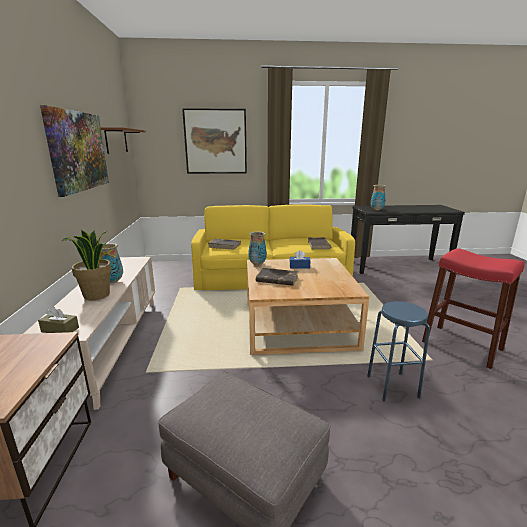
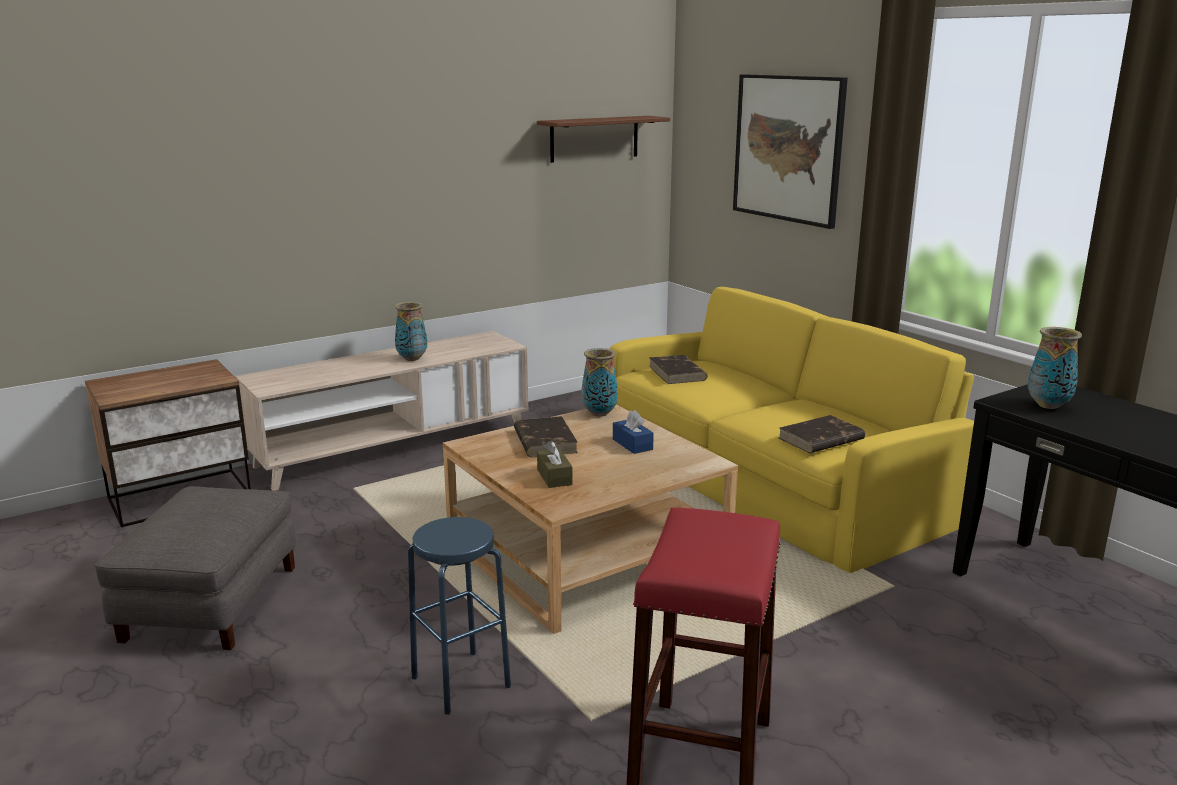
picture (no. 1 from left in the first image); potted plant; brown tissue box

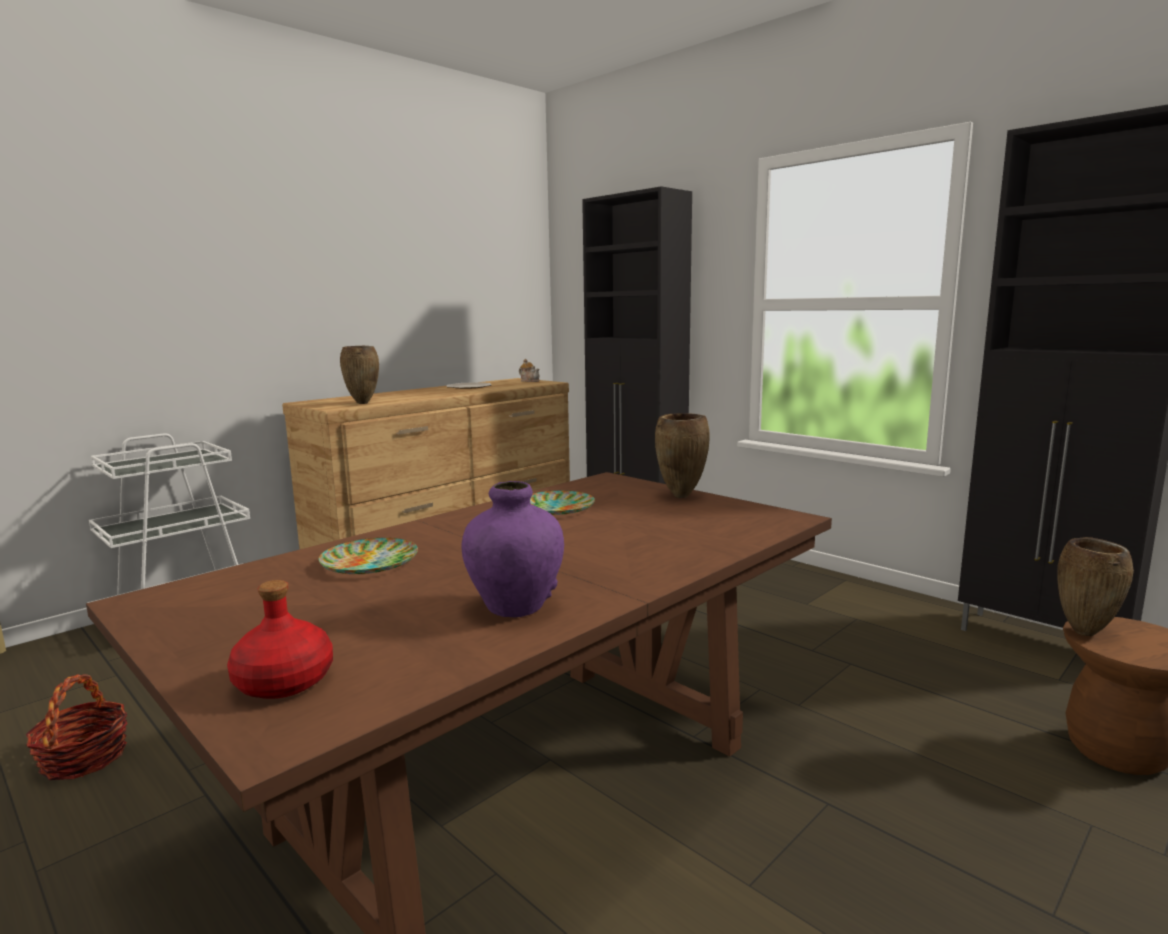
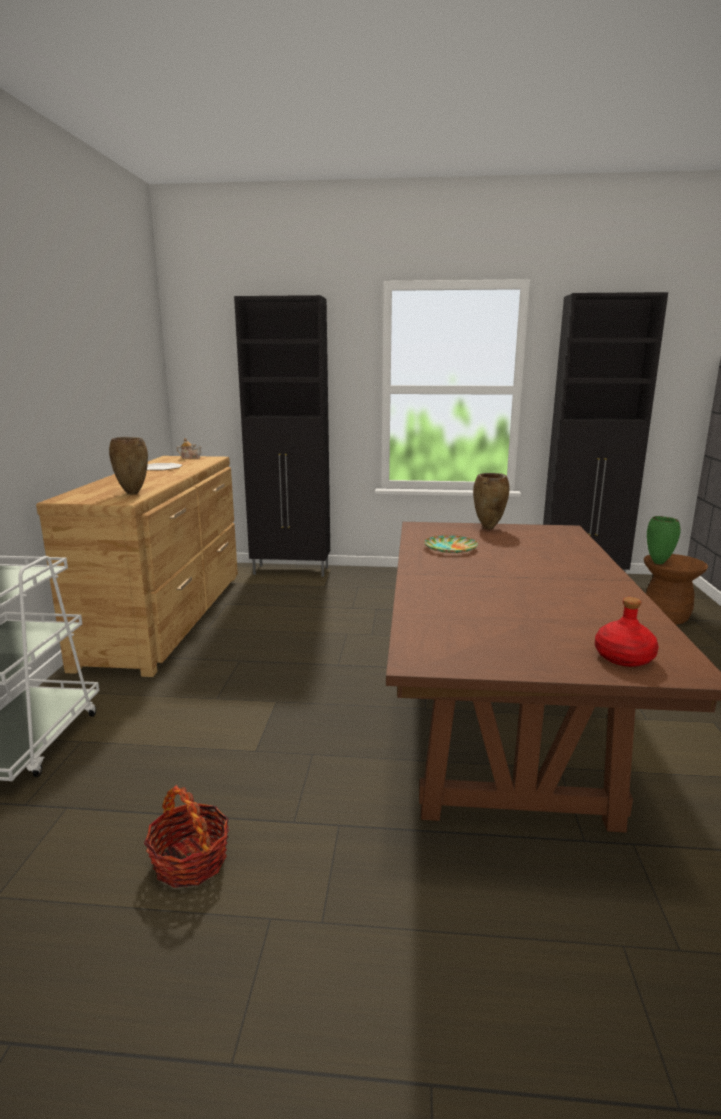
plate (no. 1 from left in the first image); purple vase; green vase

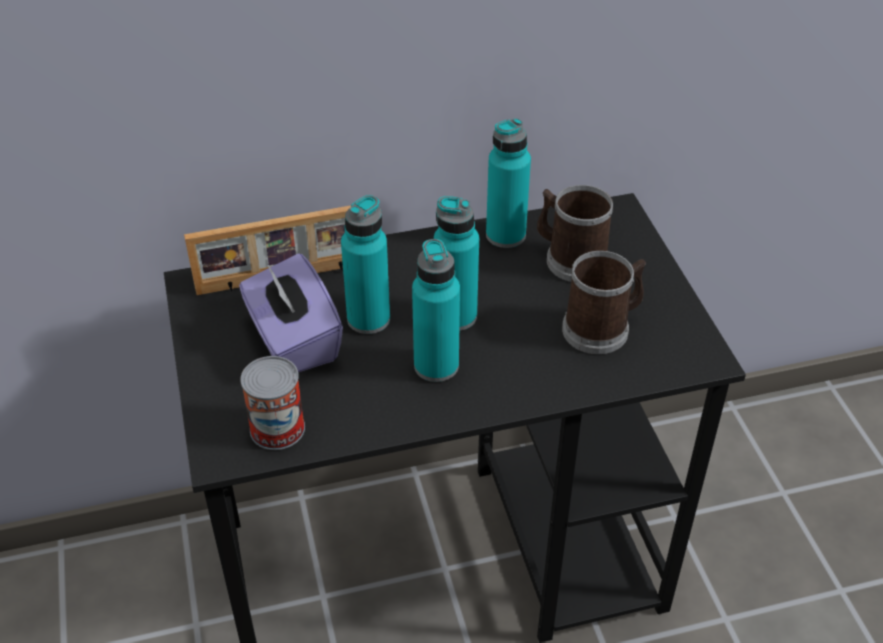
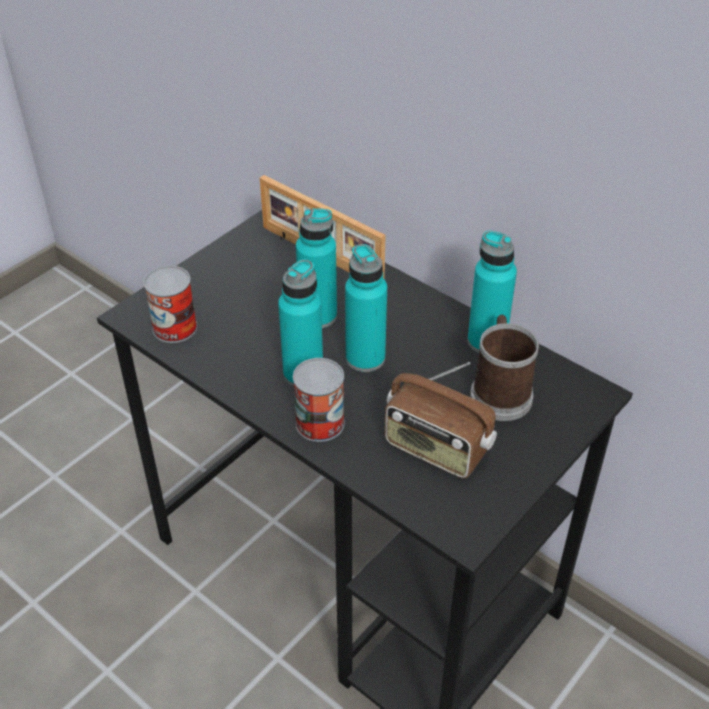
purple tissue box; can (no. 2 from left); radio

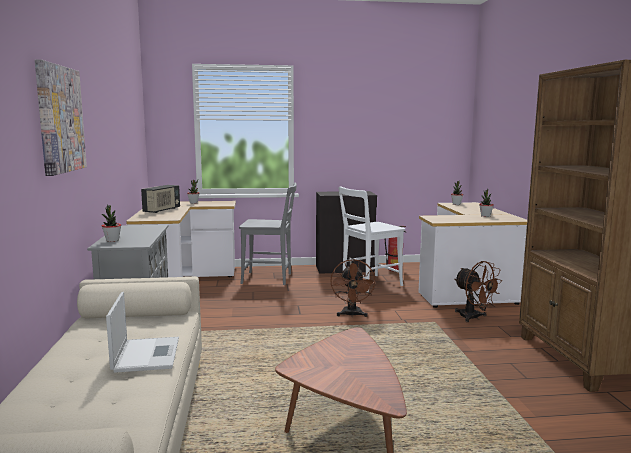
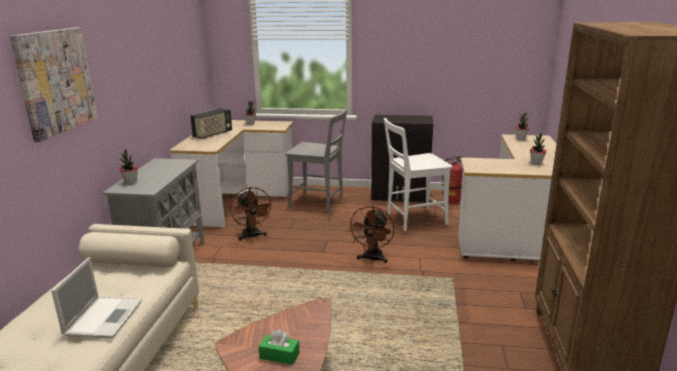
green tissue box; brown fan (no. 1 from left)

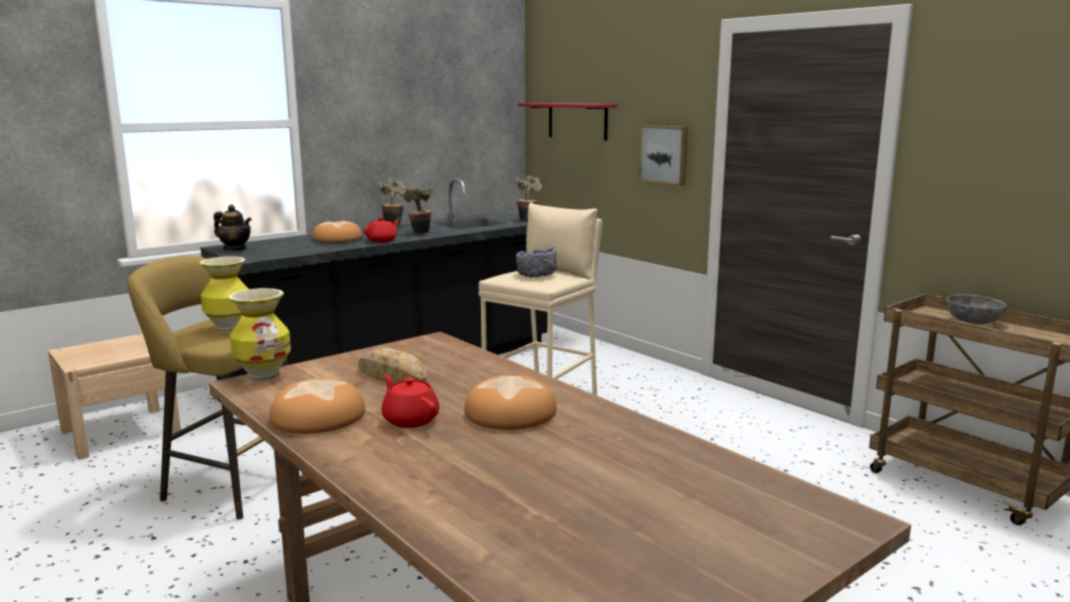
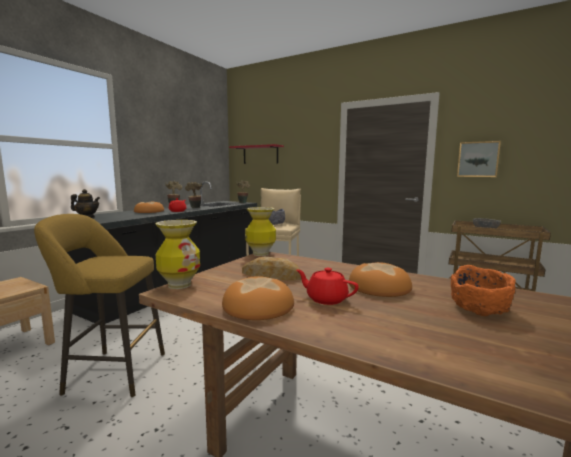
orange bowl; vase (no. 2 from left); picture

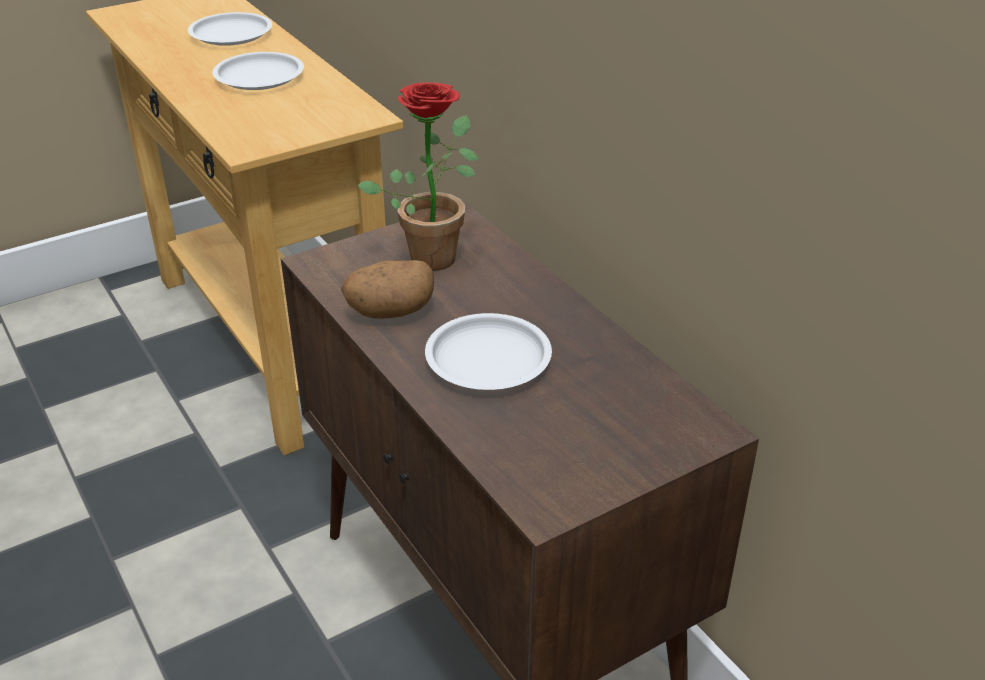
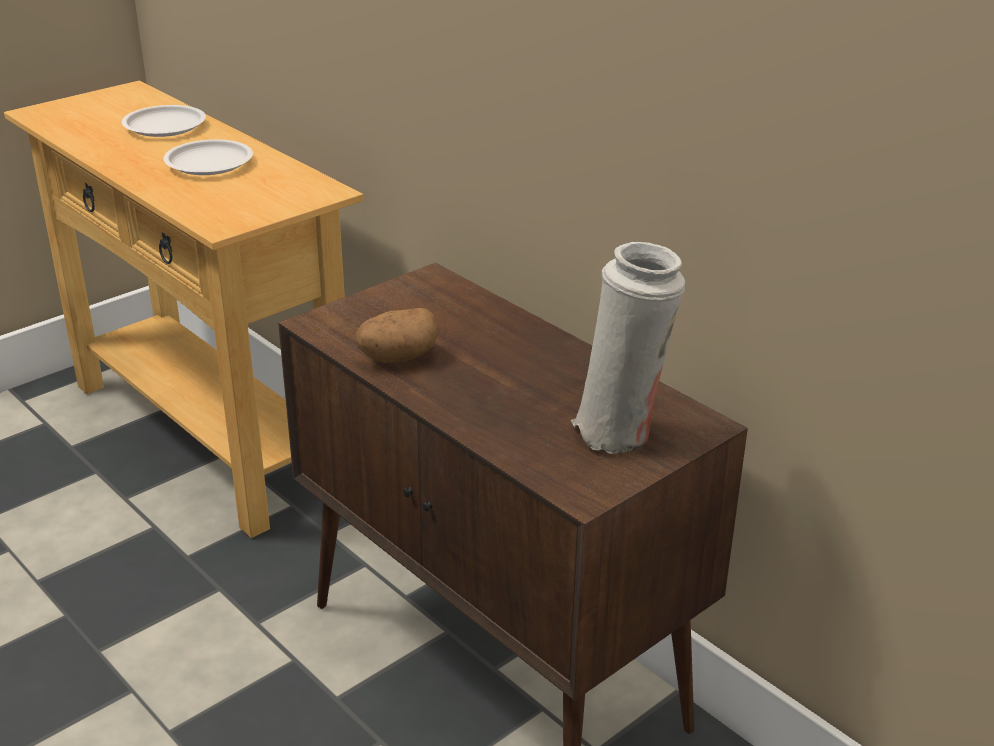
potted plant; white plate (no. 3 from left in the first image); white vase

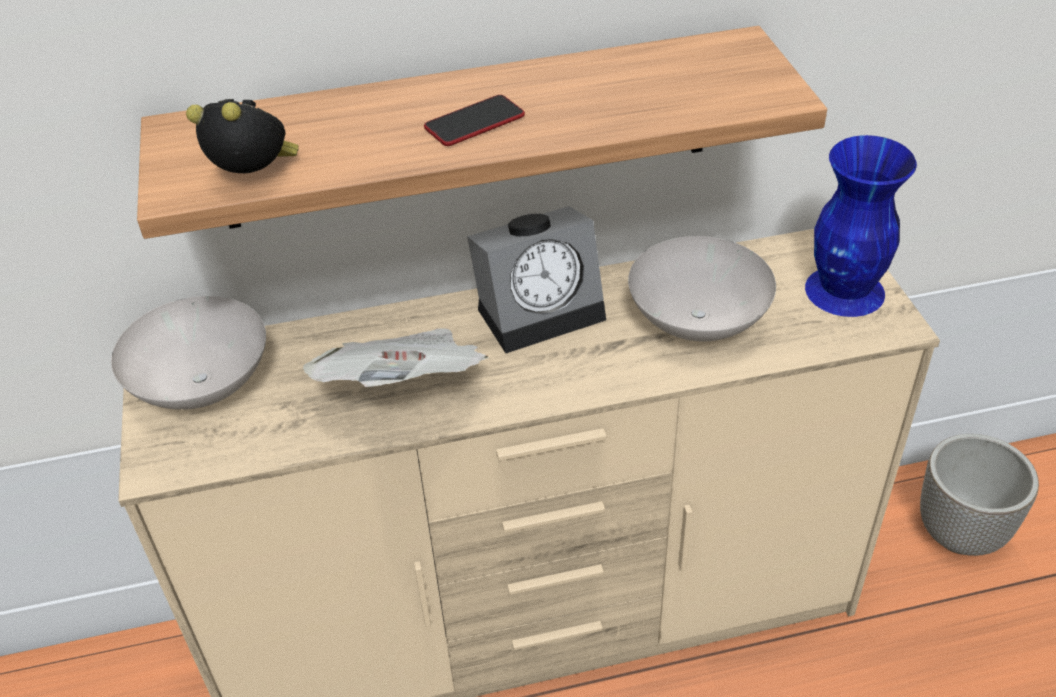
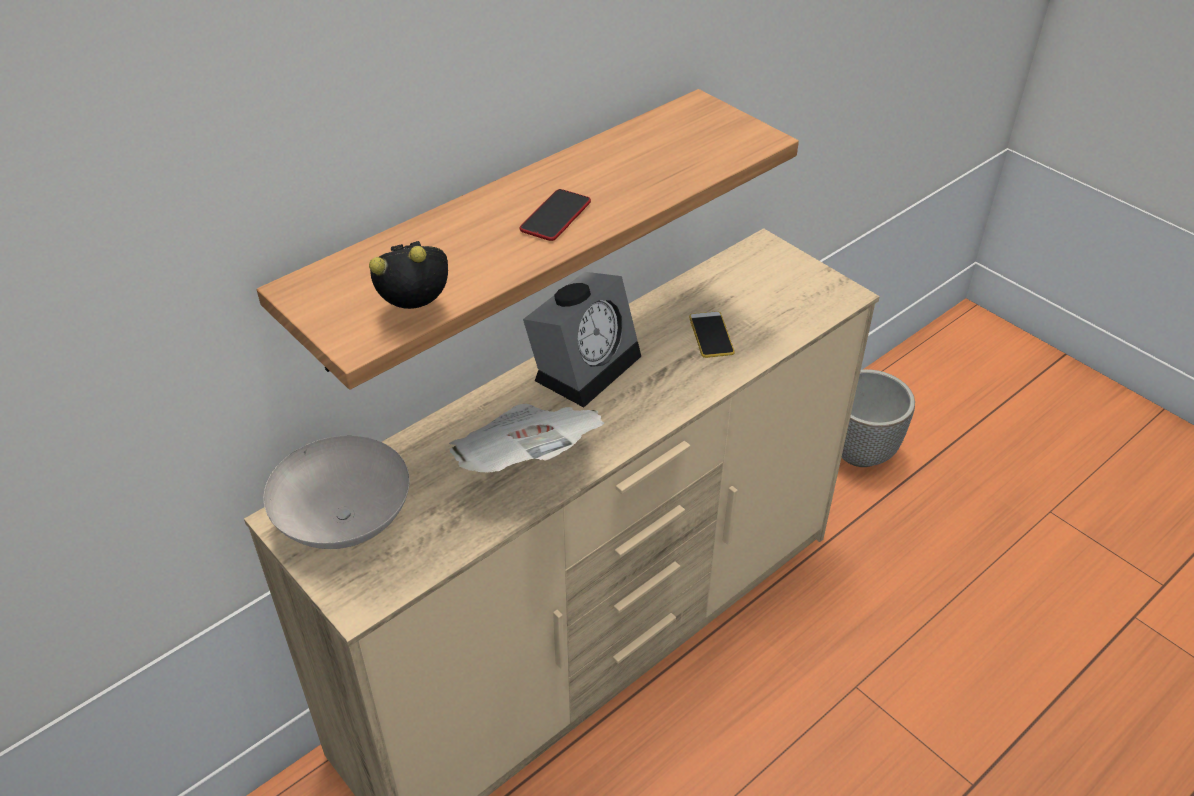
blue vase; phone (no. 2 from left)

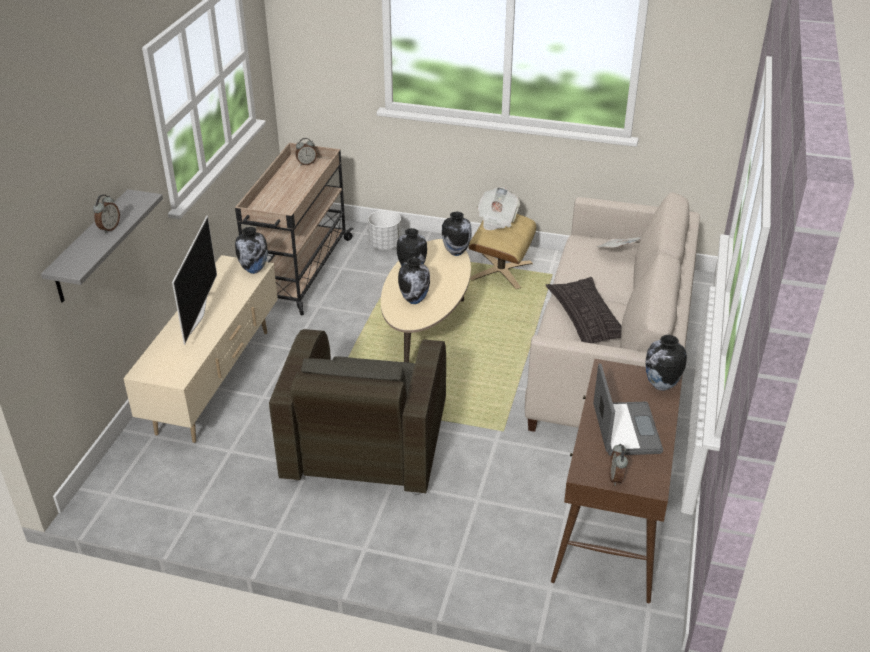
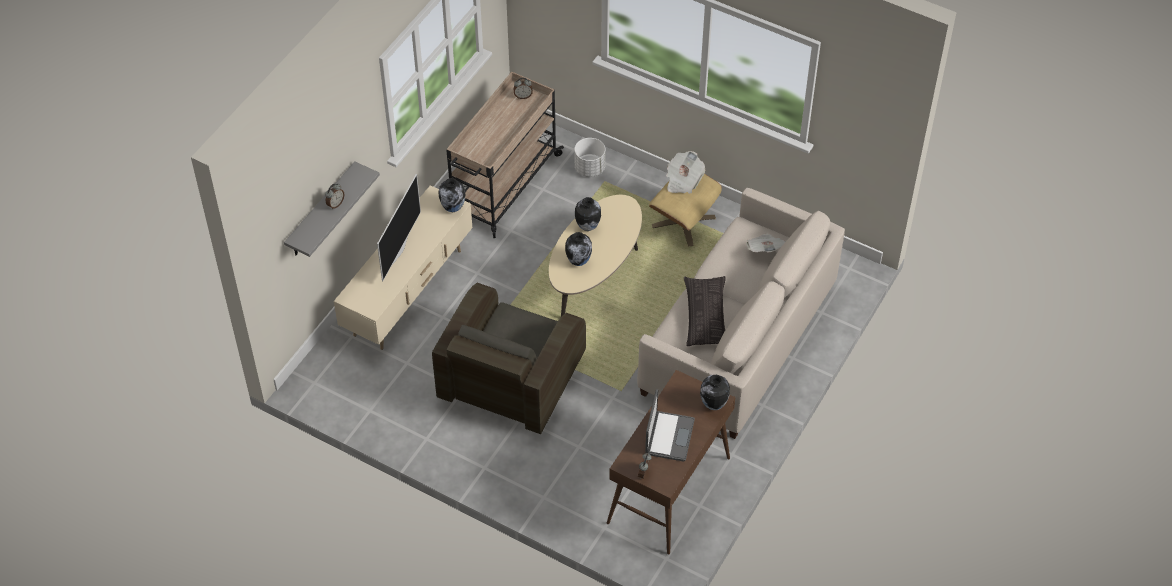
vase (no. 4 from left in the first image)

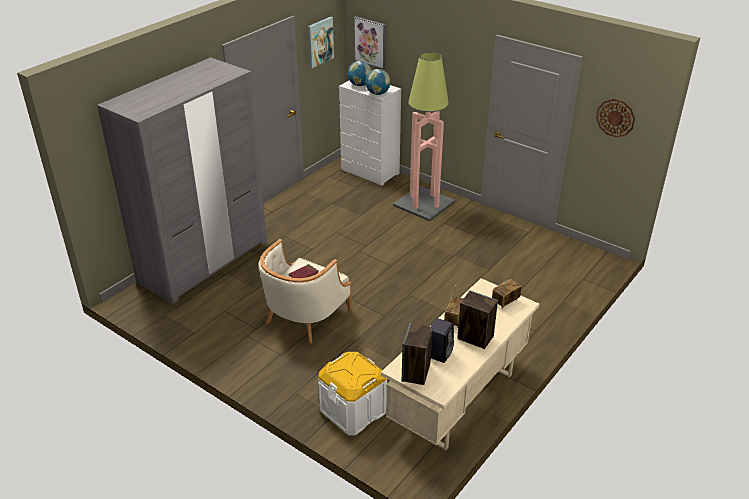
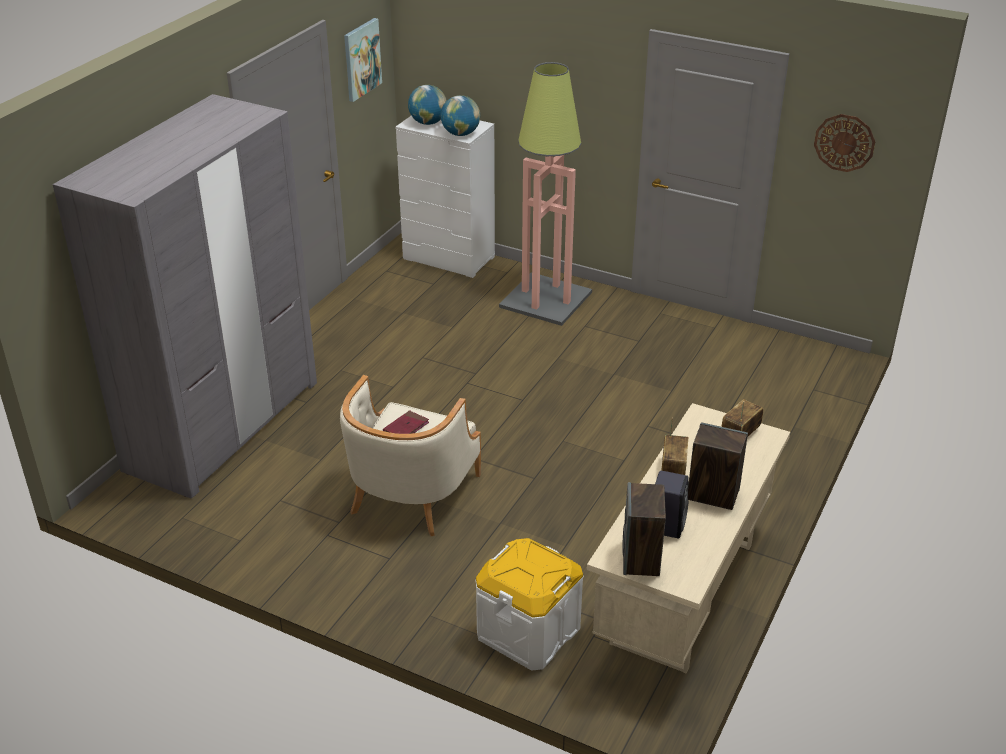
picture (no. 2 from left in the first image)

